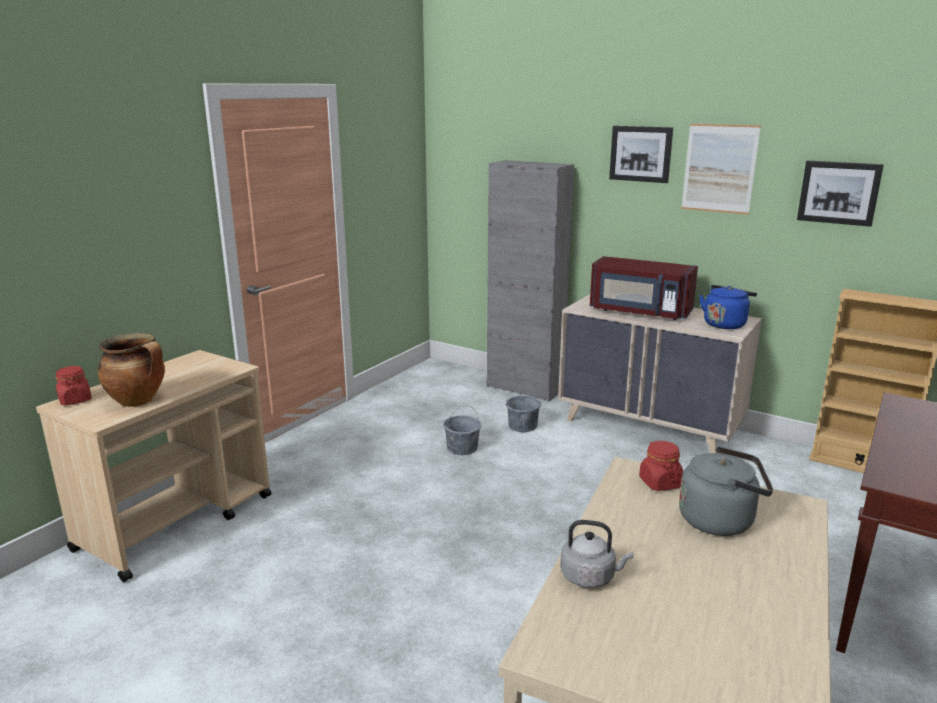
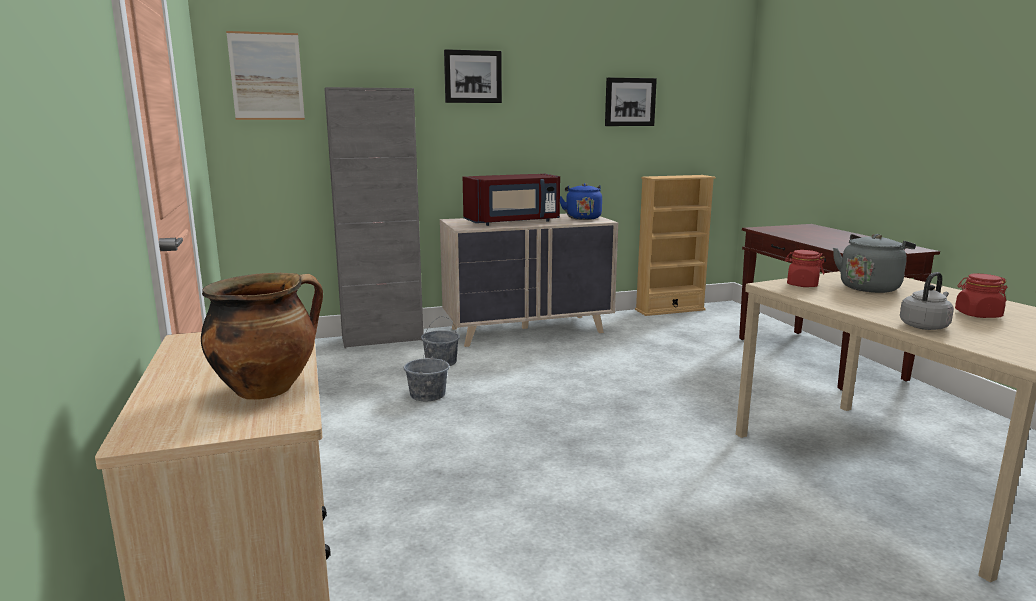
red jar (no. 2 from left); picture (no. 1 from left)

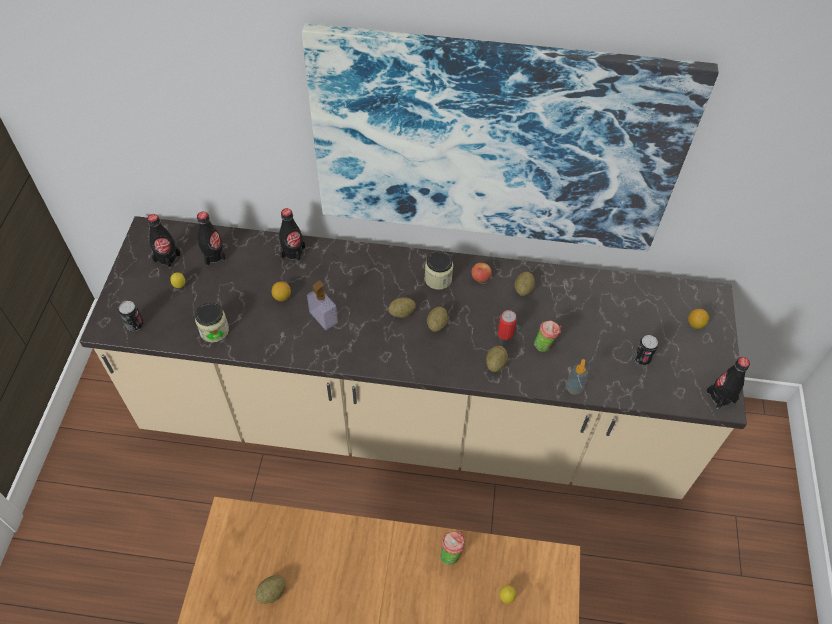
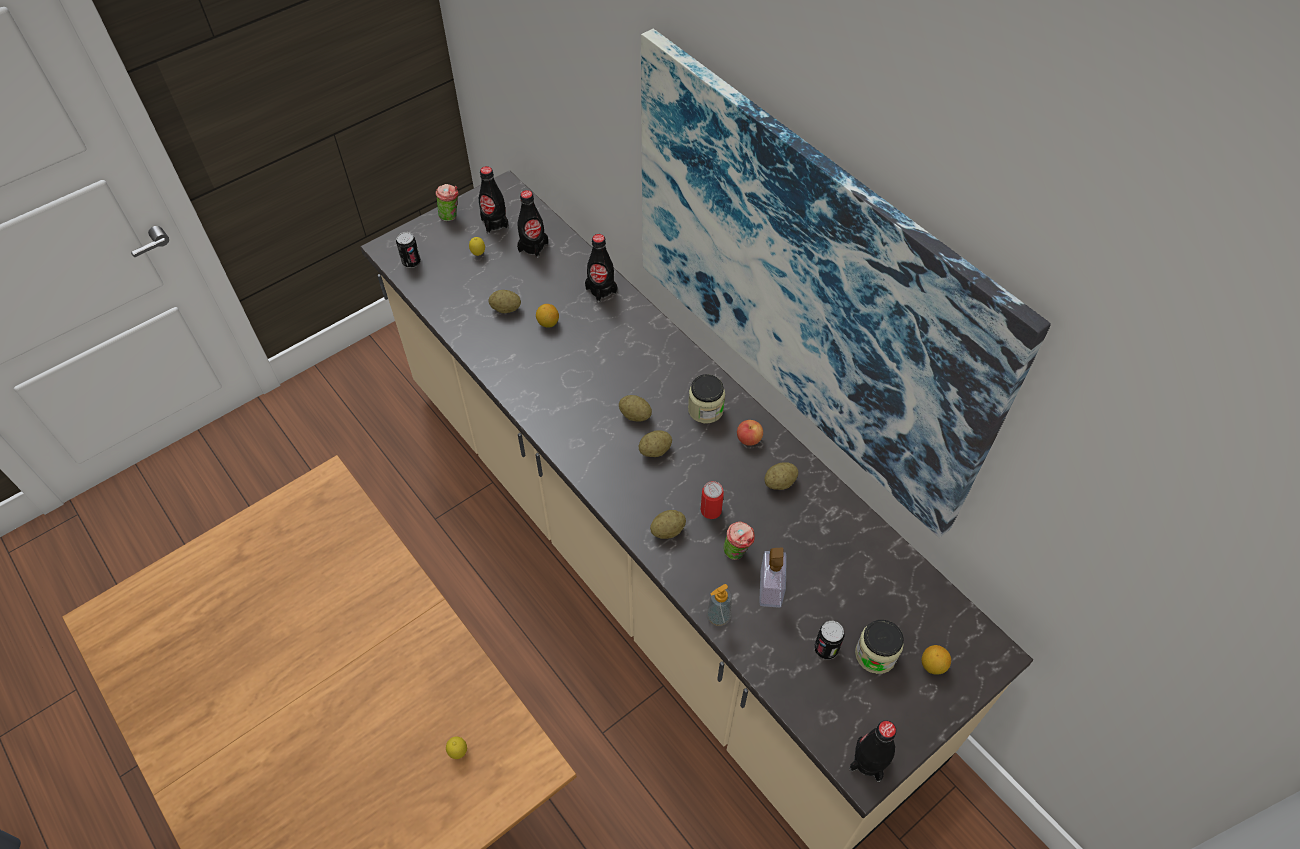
jar (no. 2 from left); potato (no. 1 from left); soap dispenser (no. 2 from left); cup (no. 1 from left)

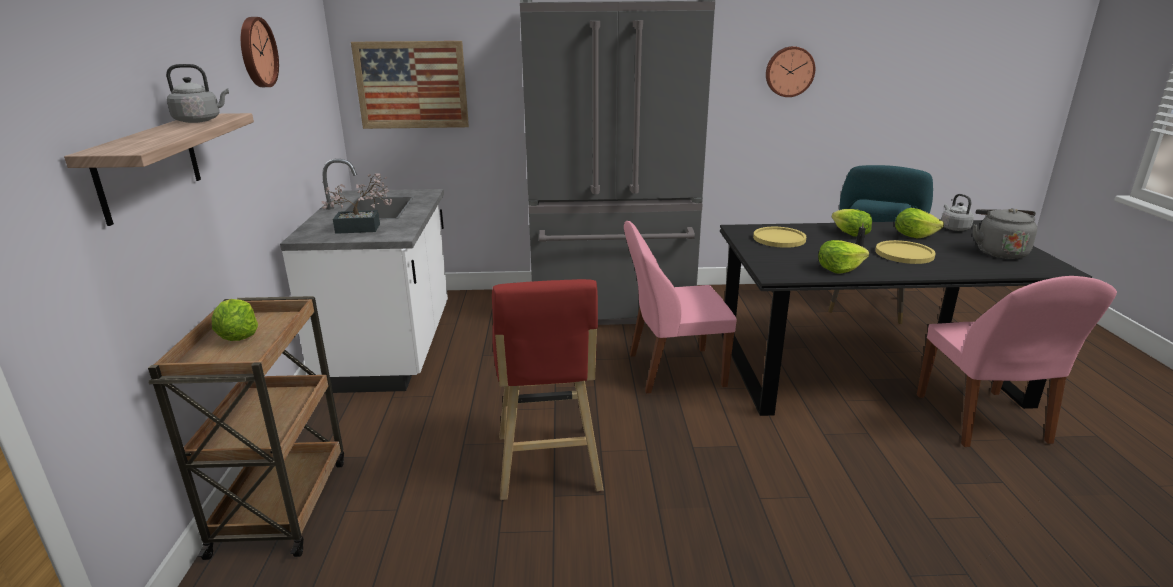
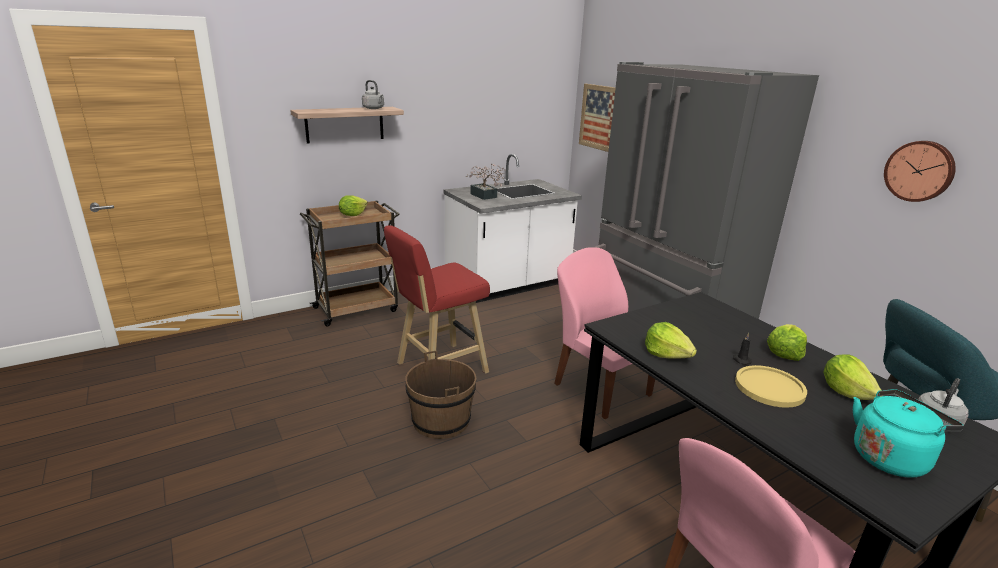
wall clock (no. 1 from left in the first image); yellow plate (no. 1 from left in the first image); brown bucket; turquoise kettle

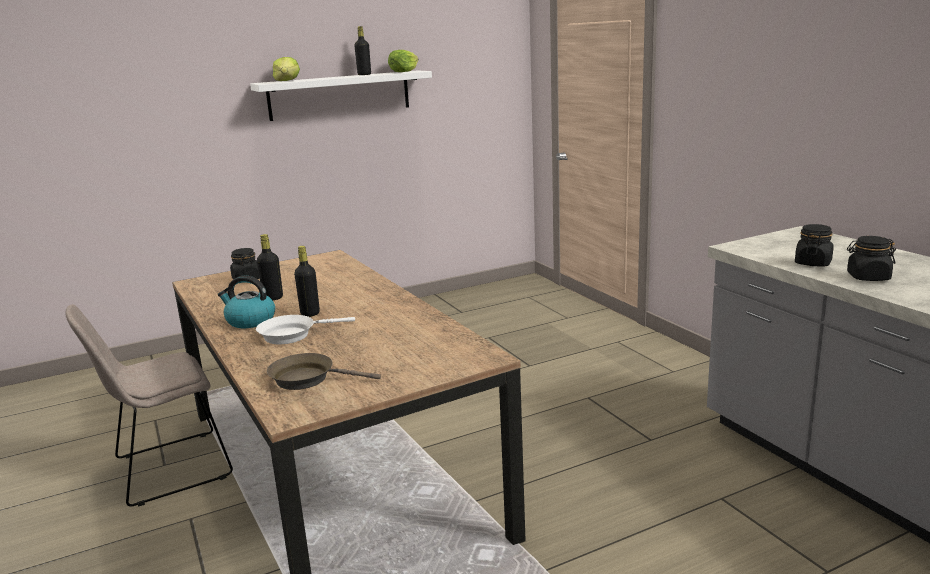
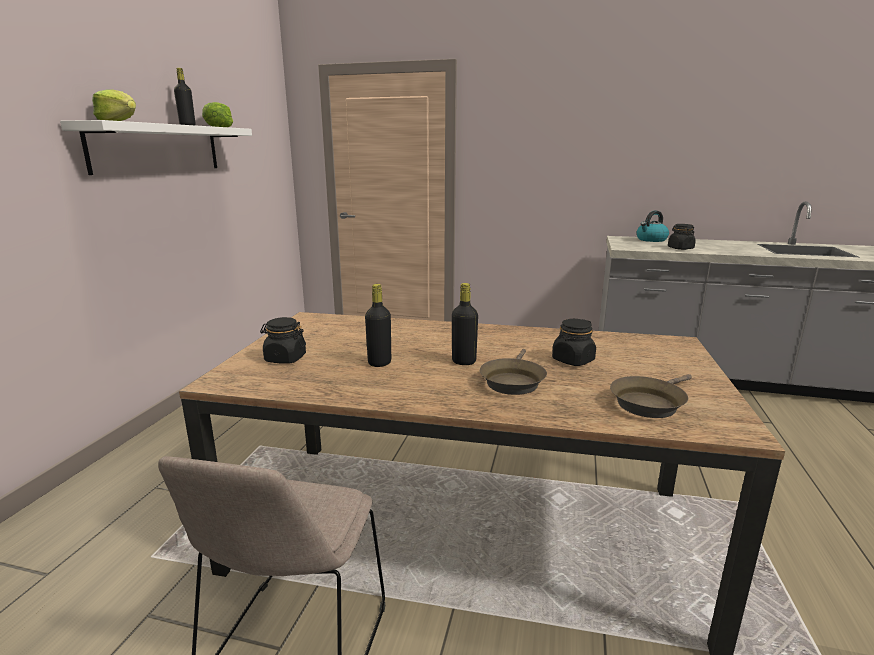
kettle; black jar (no. 2 from left); brown frying pan (no. 1 from left)

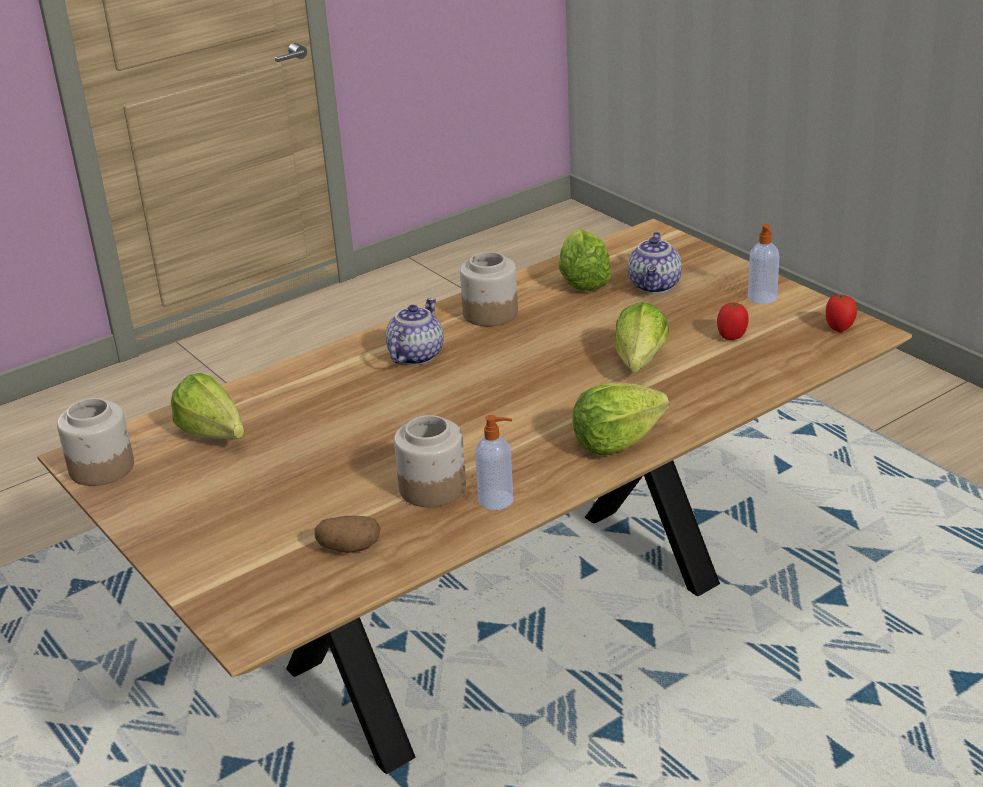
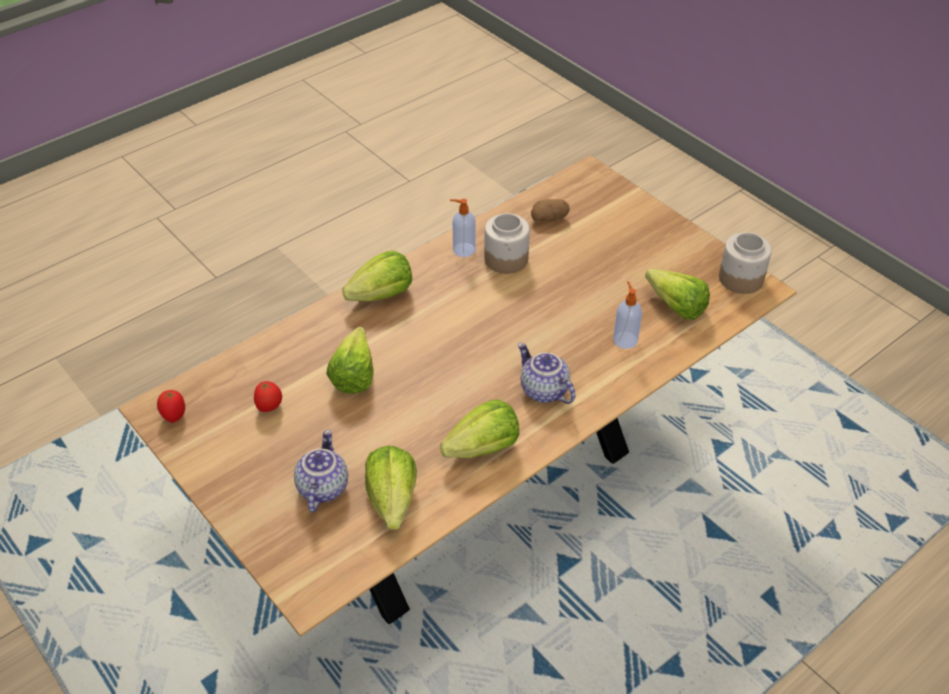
soap dispenser (no. 2 from left); lettuce (no. 4 from left); teapot (no. 2 from left)

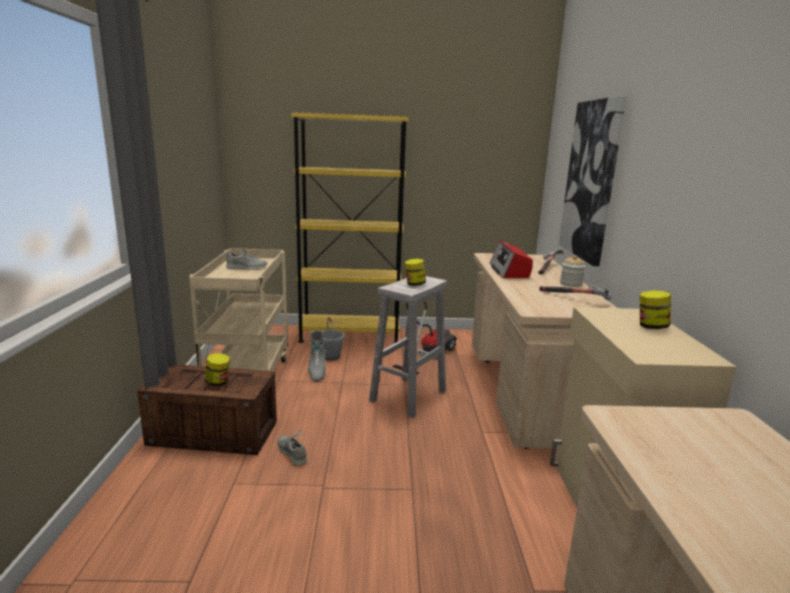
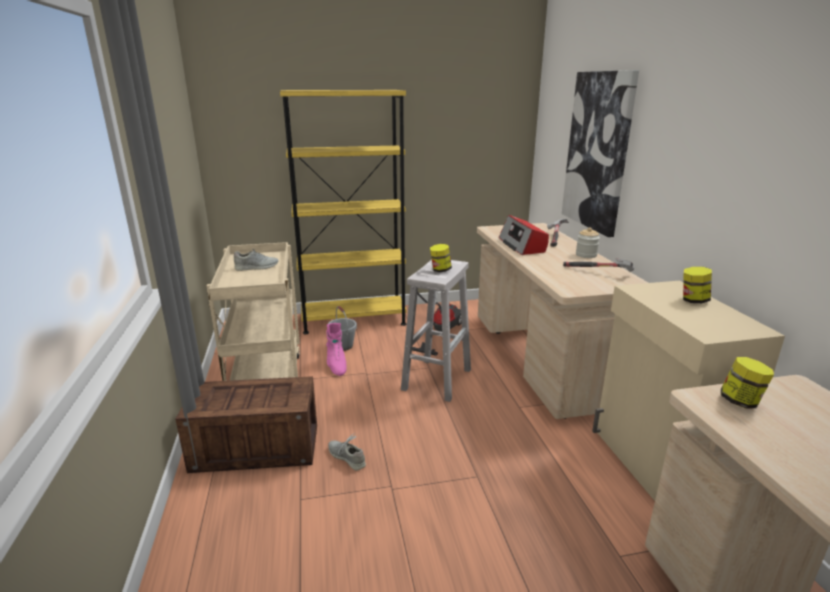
jar (no. 4 from left); pink boot

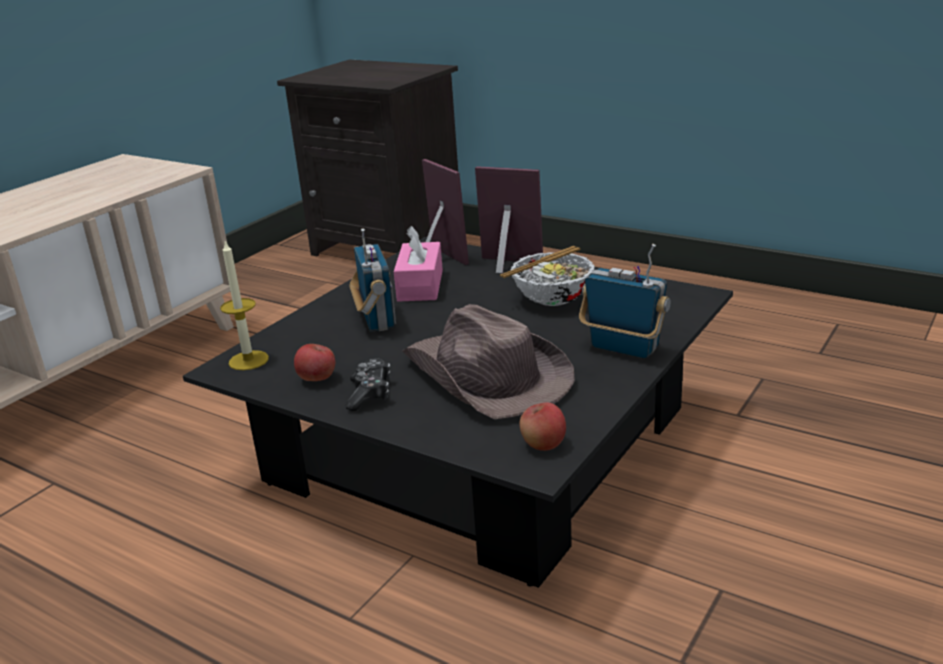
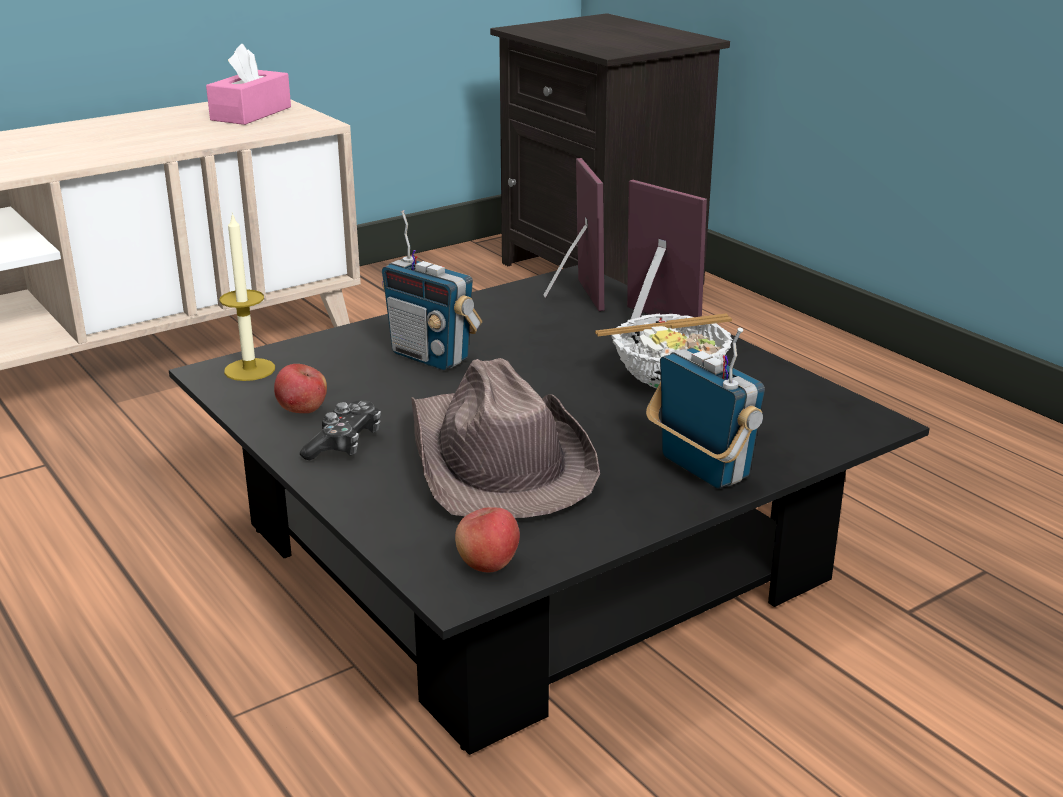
pink tissue box; radio (no. 1 from left)

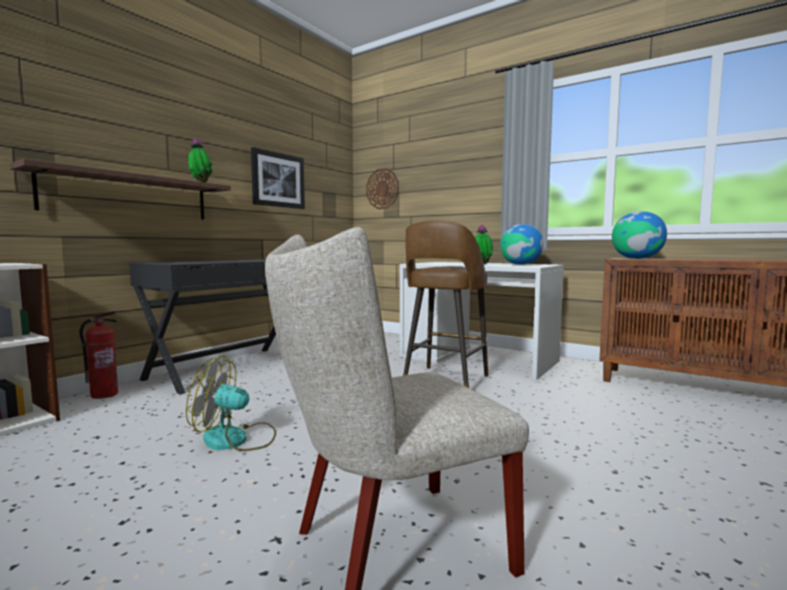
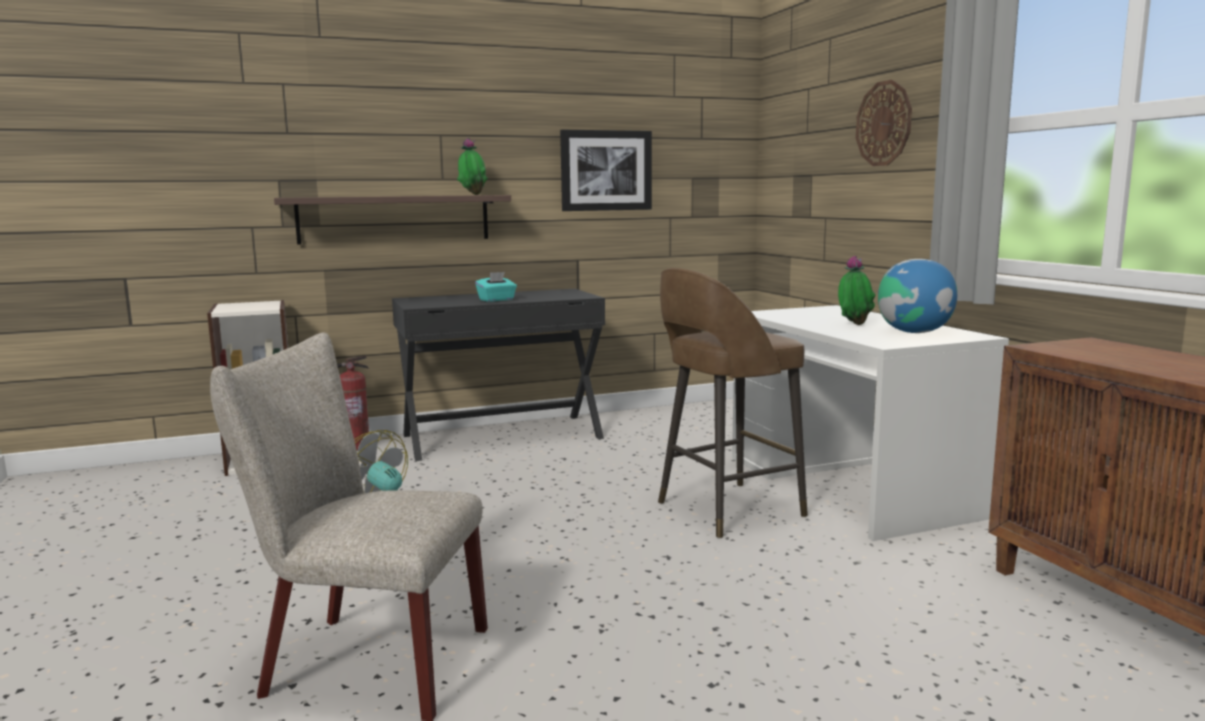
globe (no. 2 from left in the first image); turquoise tissue box; wall clock

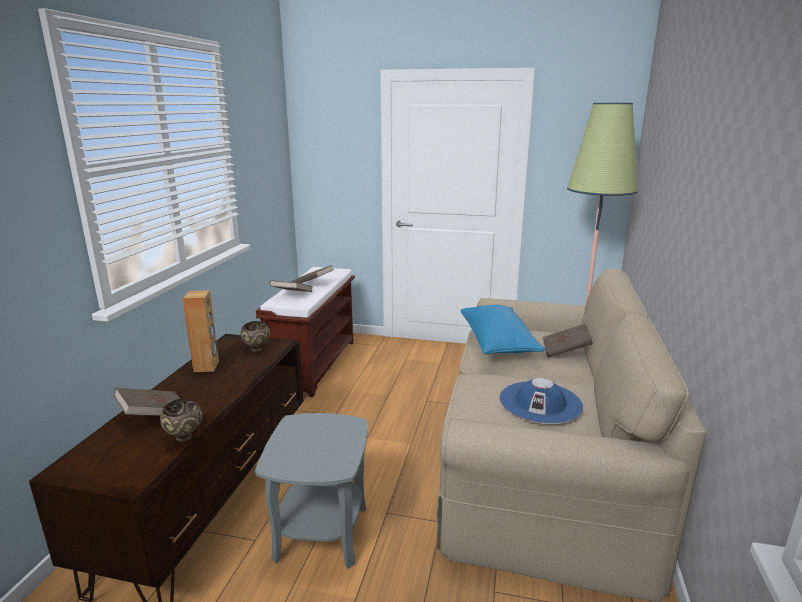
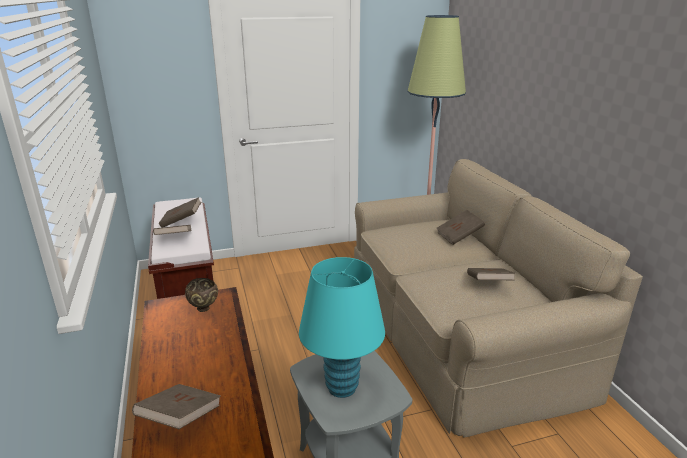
brown bowl (no. 1 from left in the first image); brown speaker; blue pillow; turquoise table lamp; brown book (no. 5 from left)

